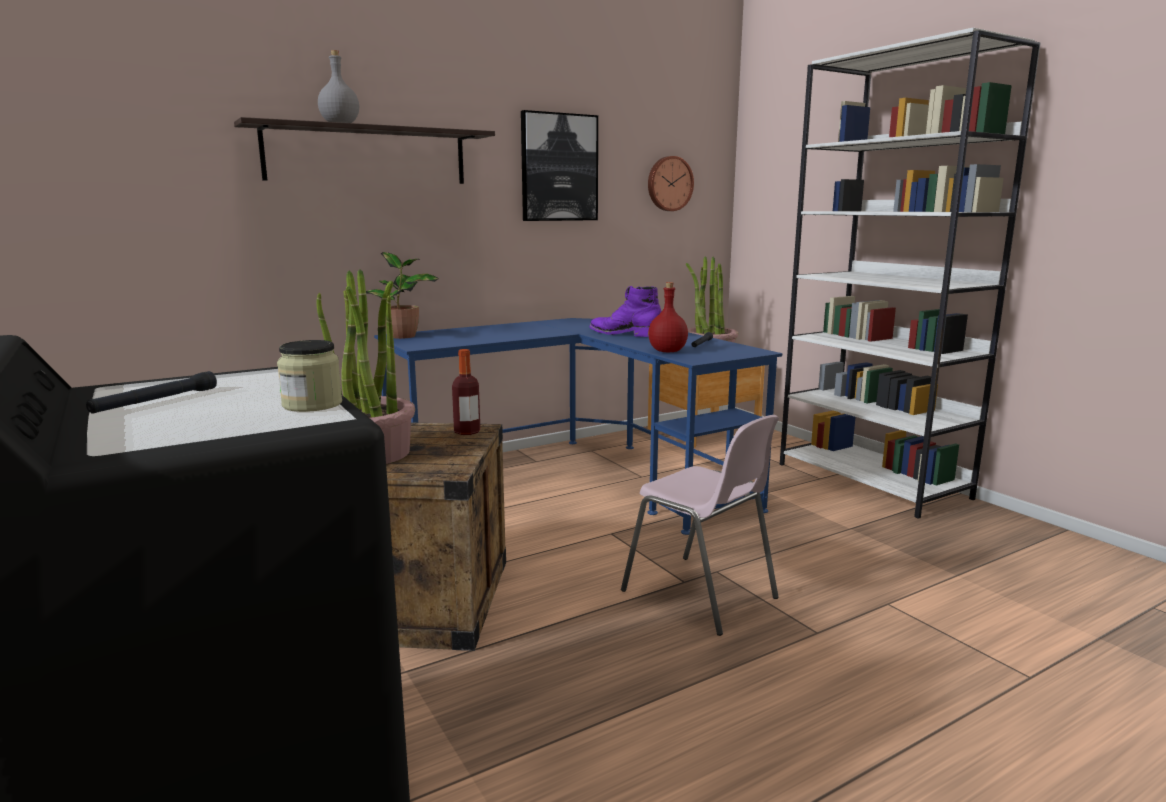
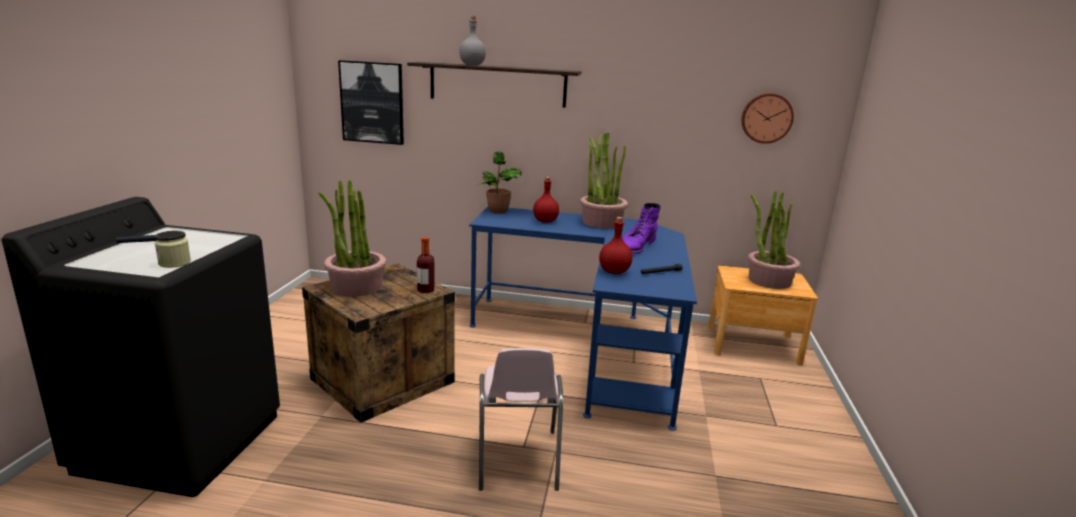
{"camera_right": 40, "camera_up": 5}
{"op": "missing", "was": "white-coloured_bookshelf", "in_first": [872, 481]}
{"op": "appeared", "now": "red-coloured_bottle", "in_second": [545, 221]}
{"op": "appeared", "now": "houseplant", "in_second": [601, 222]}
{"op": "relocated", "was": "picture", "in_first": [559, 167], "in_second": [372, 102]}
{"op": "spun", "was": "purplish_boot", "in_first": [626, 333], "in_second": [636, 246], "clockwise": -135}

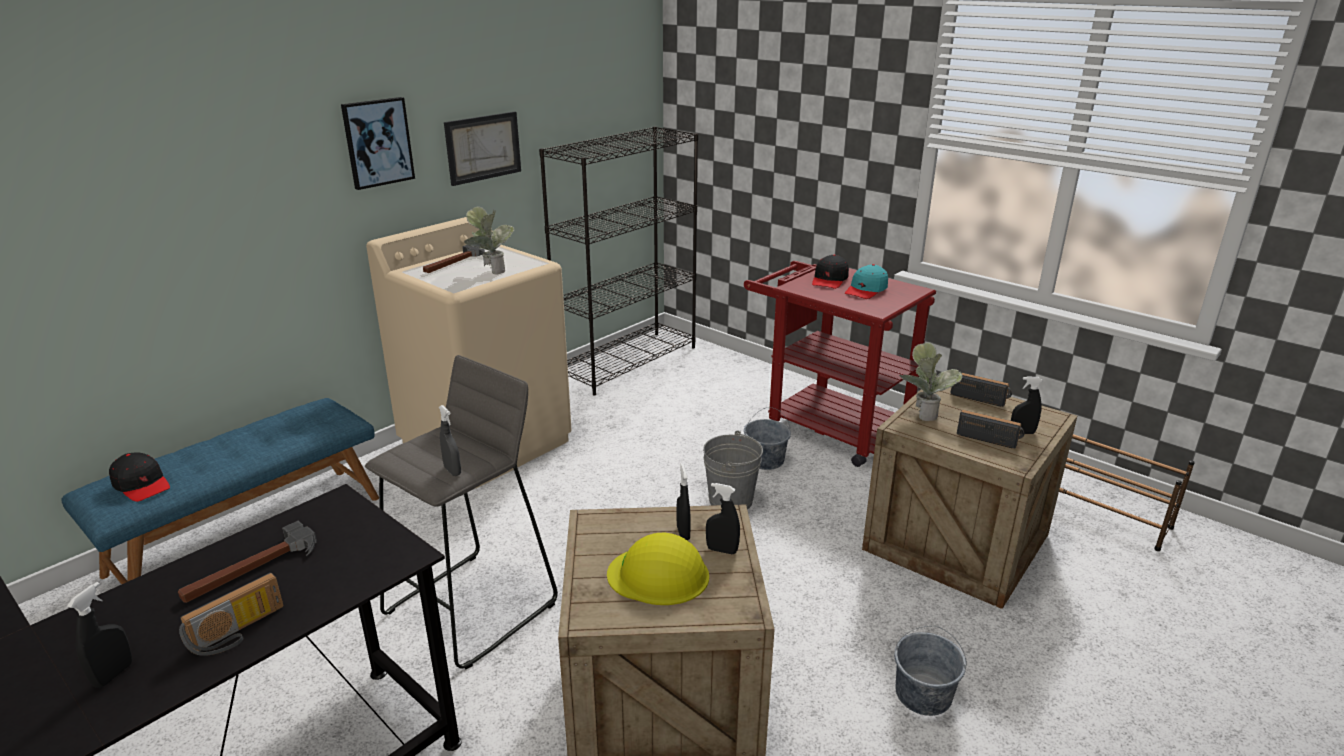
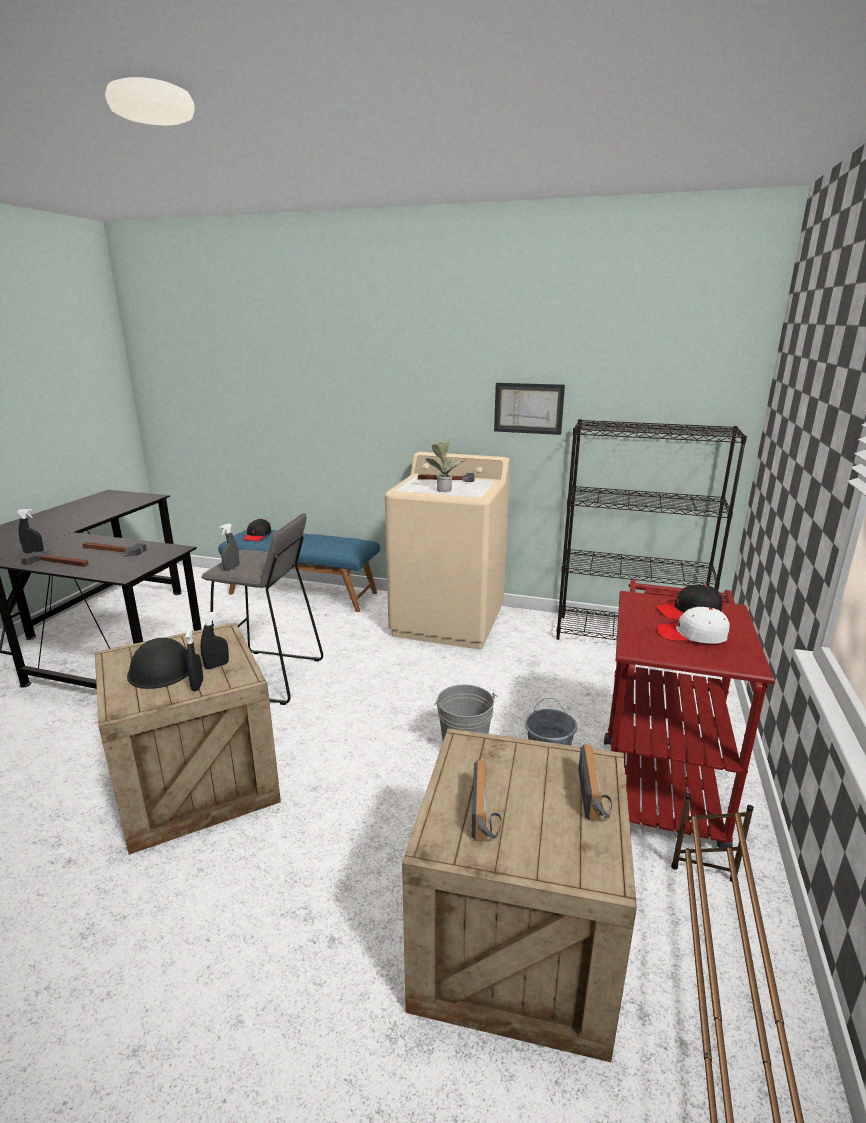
{"camera_right": 65, "camera_up": -5}
{"op": "missing", "was": "picture", "in_first": [377, 142]}
{"op": "missing", "was": "grey_bucket", "in_first": [922, 694]}
{"op": "missing", "was": "houseplant", "in_first": [923, 413]}
{"op": "missing", "was": "black-coloured_spray_bottle", "in_first": [1022, 432]}
{"op": "exchanged", "was": "radio", "now": "hand_hammer", "in_first": [239, 632], "in_second": [59, 563]}
{"op": "colour", "was": "yellow-coloured_safety_helmet", "now": "black-coloured_safety_helmet", "in_first": [659, 575], "in_second": [161, 668]}
{"op": "colour", "was": "blue-green_peaked_cap", "now": "white-coloured_peaked_cap", "in_first": [866, 290], "in_second": [692, 635]}

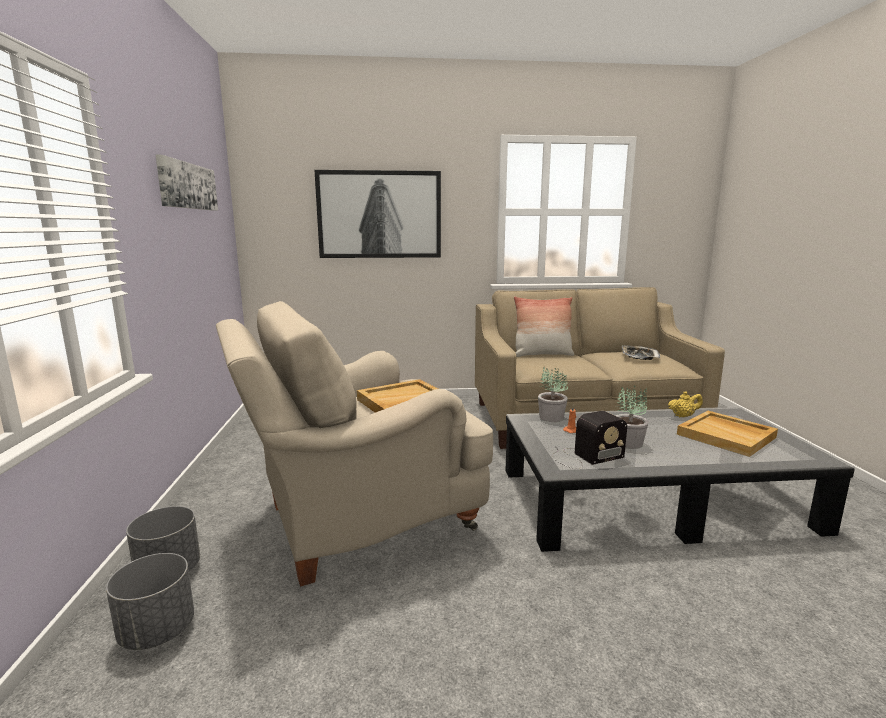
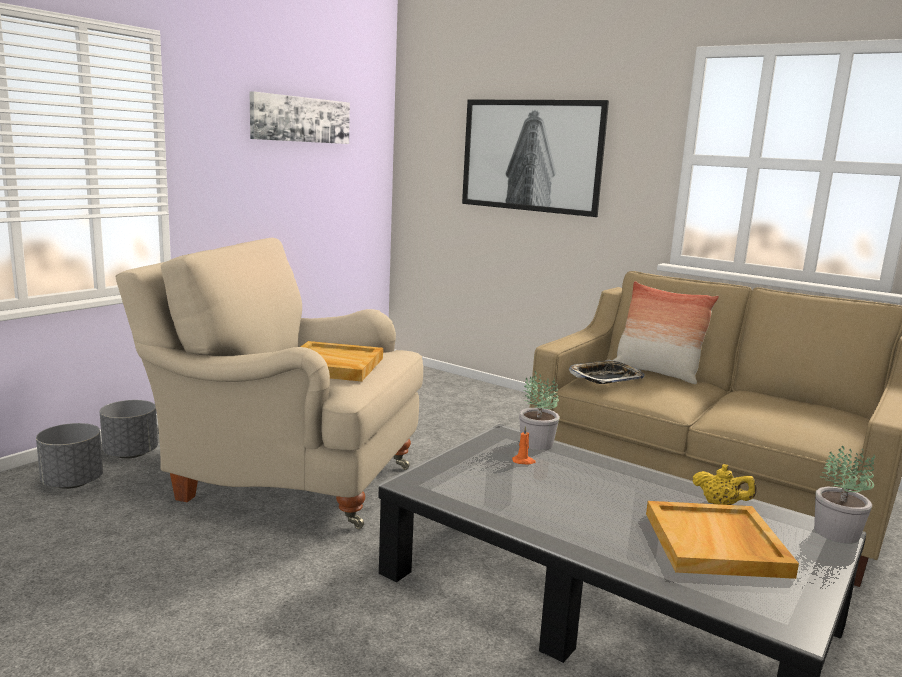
{"camera_right": 40, "camera_up": 0}
{"op": "missing", "was": "radio", "in_first": [584, 457]}
{"op": "relocated", "was": "houseplant", "in_first": [628, 443], "in_second": [837, 533]}
{"op": "relocated", "was": "serving_tray", "in_first": [639, 356], "in_second": [605, 378]}

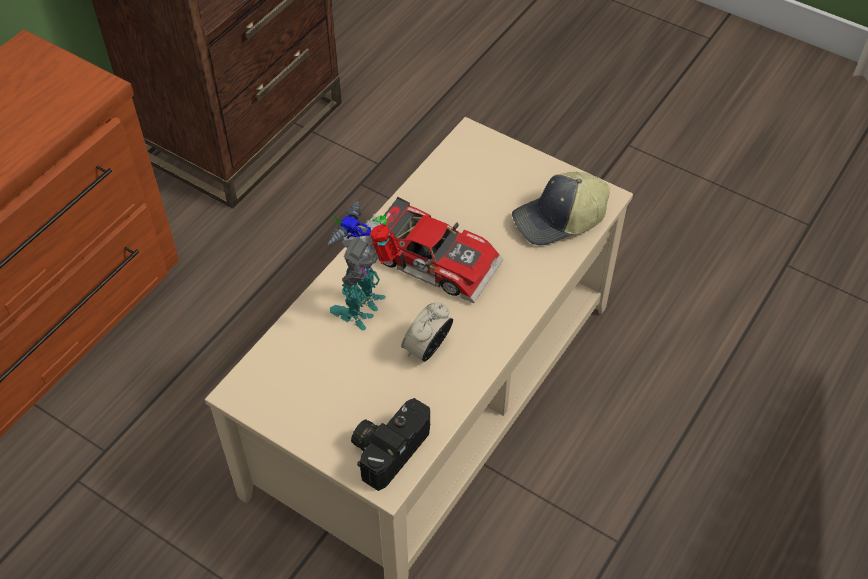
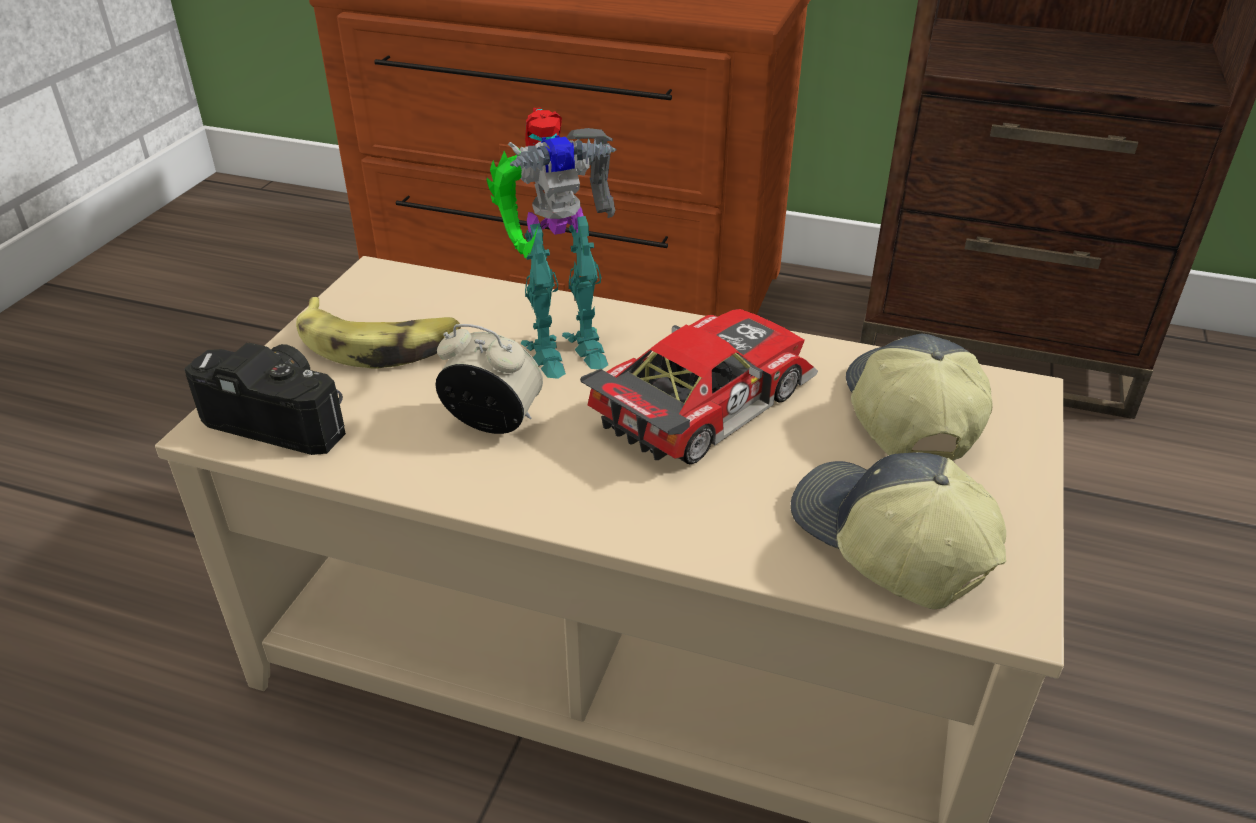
{"camera_right": 75, "camera_up": -15}
{"op": "appeared", "now": "banana_fruit", "in_second": [380, 344]}
{"op": "appeared", "now": "peaked_cap", "in_second": [907, 415]}
{"op": "spun", "was": "robot_figure", "in_first": [364, 306], "in_second": [560, 346], "clockwise": 150}
{"op": "spun", "was": "model_car", "in_first": [436, 258], "in_second": [697, 400], "clockwise": -150}

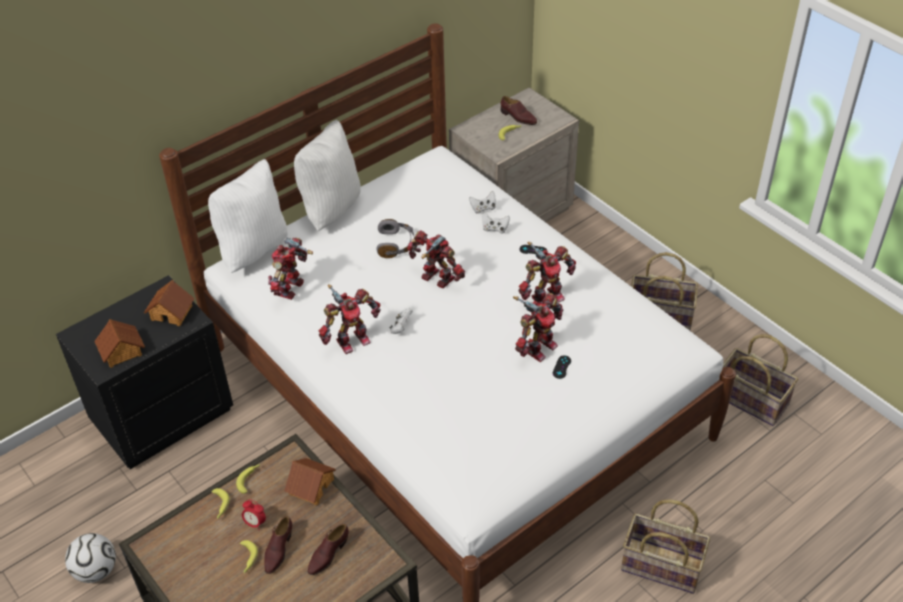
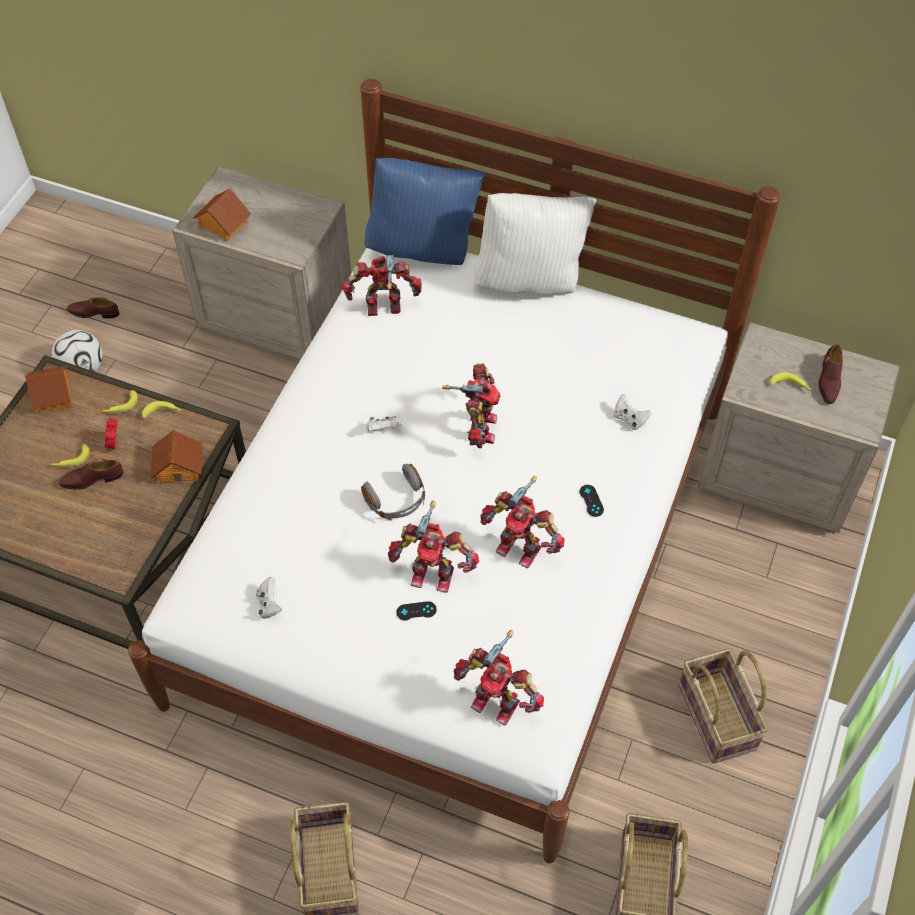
{"camera_right": 60, "camera_up": 10}
{"op": "relocated", "was": "miniature_house", "in_first": [172, 312], "in_second": [54, 395]}
{"op": "relocated", "was": "brown_low_shoe", "in_first": [328, 554], "in_second": [94, 312]}
{"op": "relocated", "was": "robot_figure", "in_first": [351, 340], "in_second": [497, 701]}
{"op": "relocated", "was": "grey_headphones", "in_first": [396, 244], "in_second": [397, 501]}
{"op": "relocated", "was": "white-coloured_gamepad", "in_first": [495, 229], "in_second": [269, 604]}
{"op": "colour", "was": "black-coloured_night_table", "now": "beige_night_table", "in_first": [161, 415], "in_second": [278, 316]}
{"op": "colour", "was": "white-coloured_throw_pillow", "now": "blue_throw_pillow", "in_first": [253, 249], "in_second": [423, 248]}

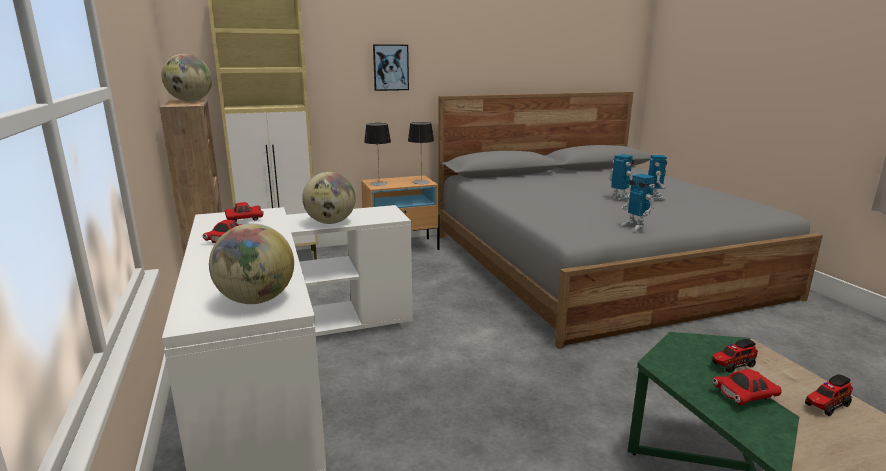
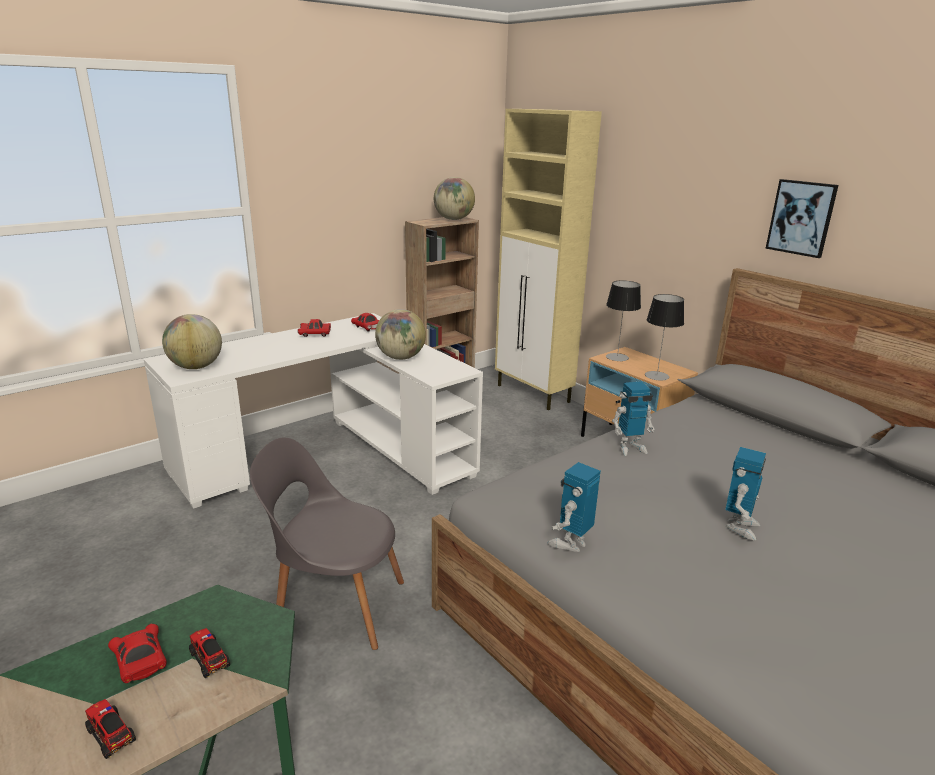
{"camera_right": 70, "camera_up": 5}
{"op": "appeared", "now": "grey_upright_chair", "in_second": [336, 605]}
{"op": "relocated", "was": "picture", "in_first": [390, 67], "in_second": [801, 218]}
{"op": "relocated", "was": "robot_figure", "in_first": [655, 198], "in_second": [630, 448]}

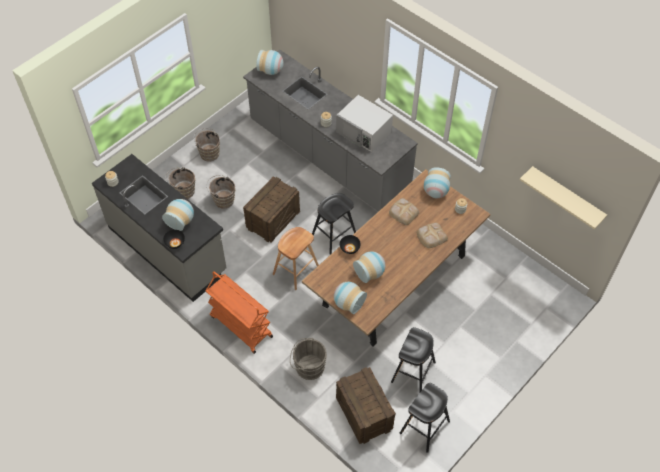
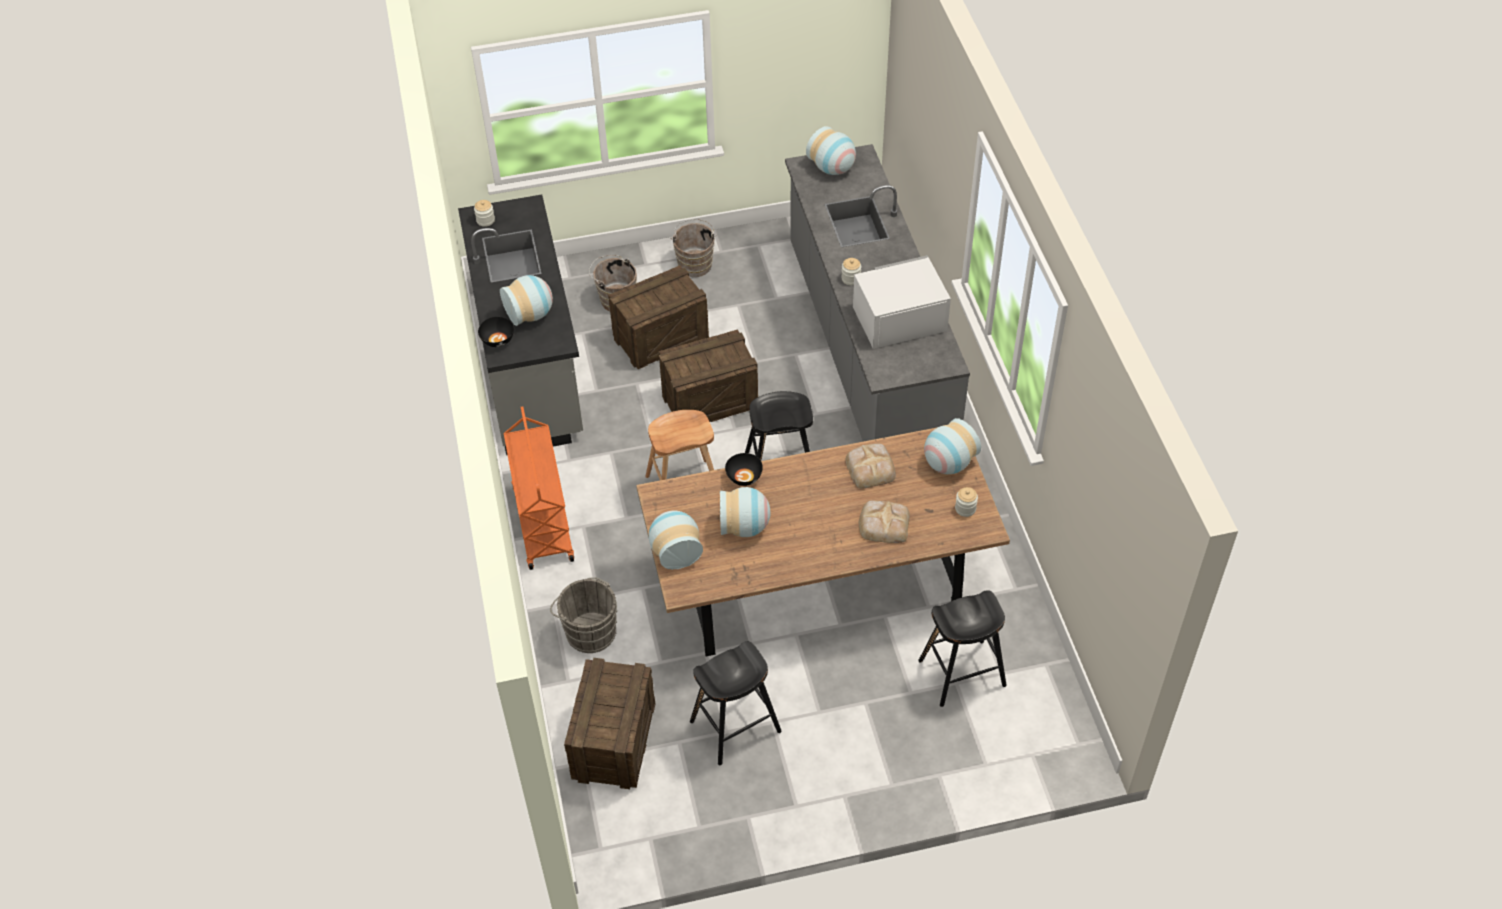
{"camera_right": 35, "camera_up": -5}
{"op": "missing", "was": "beige_wall_shelf", "in_first": [566, 196]}
{"op": "relocated", "was": "black-coloured_stool", "in_first": [424, 427], "in_second": [962, 673]}
{"op": "exchanged", "was": "brown_bucket", "now": "packing_crate", "in_first": [222, 199], "in_second": [661, 337]}
{"op": "spun", "was": "white-coloured_kitchen_microwave", "in_first": [364, 132], "in_second": [898, 318], "clockwise": 90}

